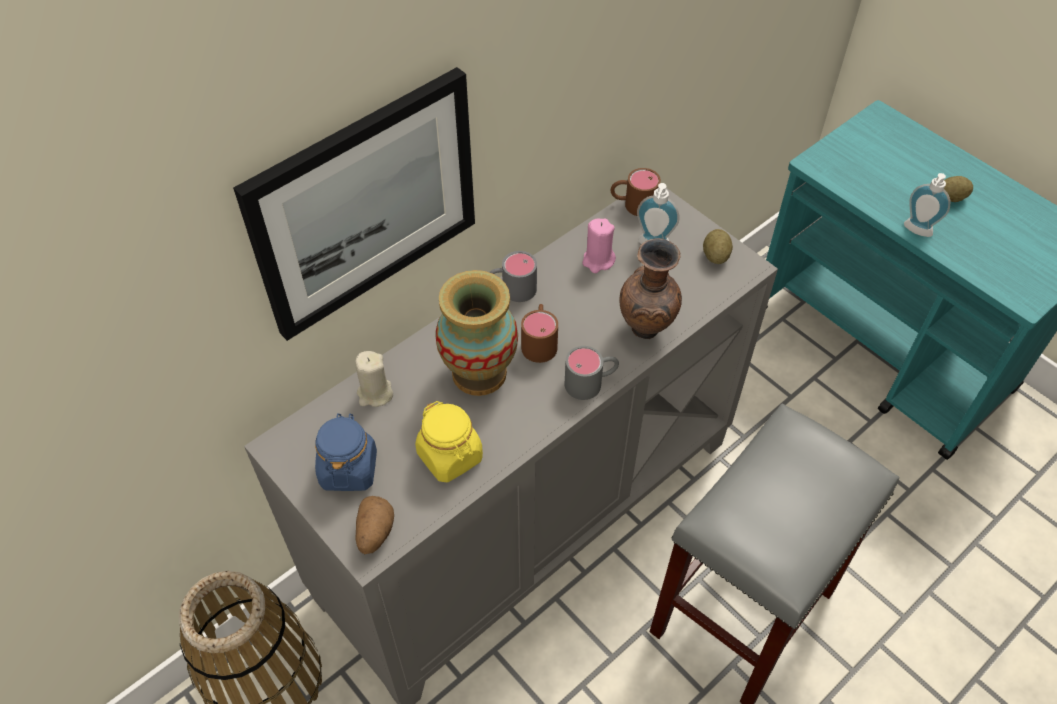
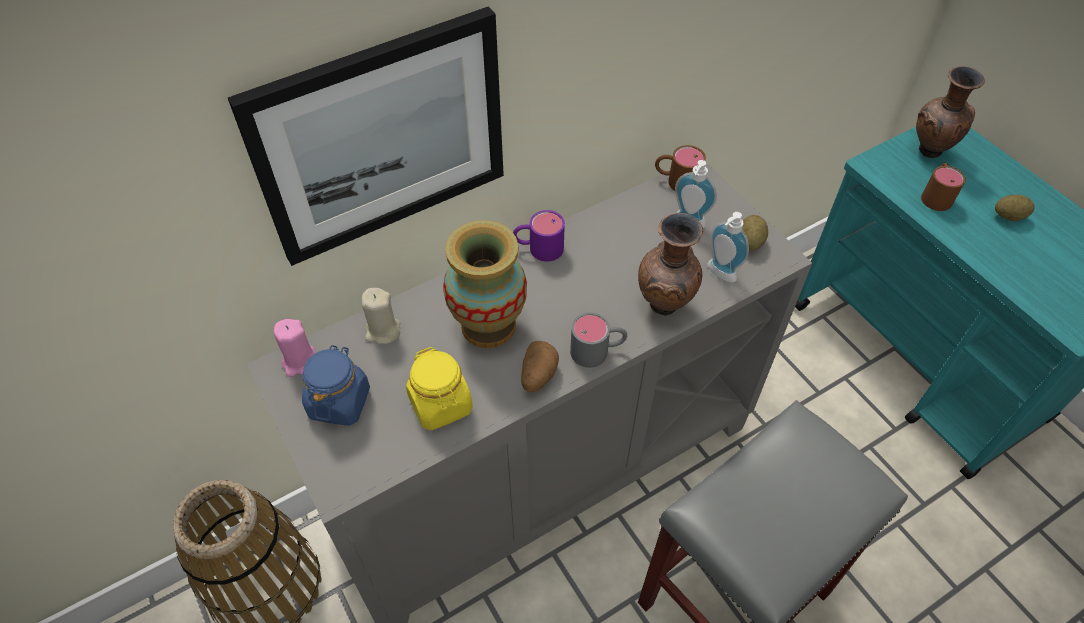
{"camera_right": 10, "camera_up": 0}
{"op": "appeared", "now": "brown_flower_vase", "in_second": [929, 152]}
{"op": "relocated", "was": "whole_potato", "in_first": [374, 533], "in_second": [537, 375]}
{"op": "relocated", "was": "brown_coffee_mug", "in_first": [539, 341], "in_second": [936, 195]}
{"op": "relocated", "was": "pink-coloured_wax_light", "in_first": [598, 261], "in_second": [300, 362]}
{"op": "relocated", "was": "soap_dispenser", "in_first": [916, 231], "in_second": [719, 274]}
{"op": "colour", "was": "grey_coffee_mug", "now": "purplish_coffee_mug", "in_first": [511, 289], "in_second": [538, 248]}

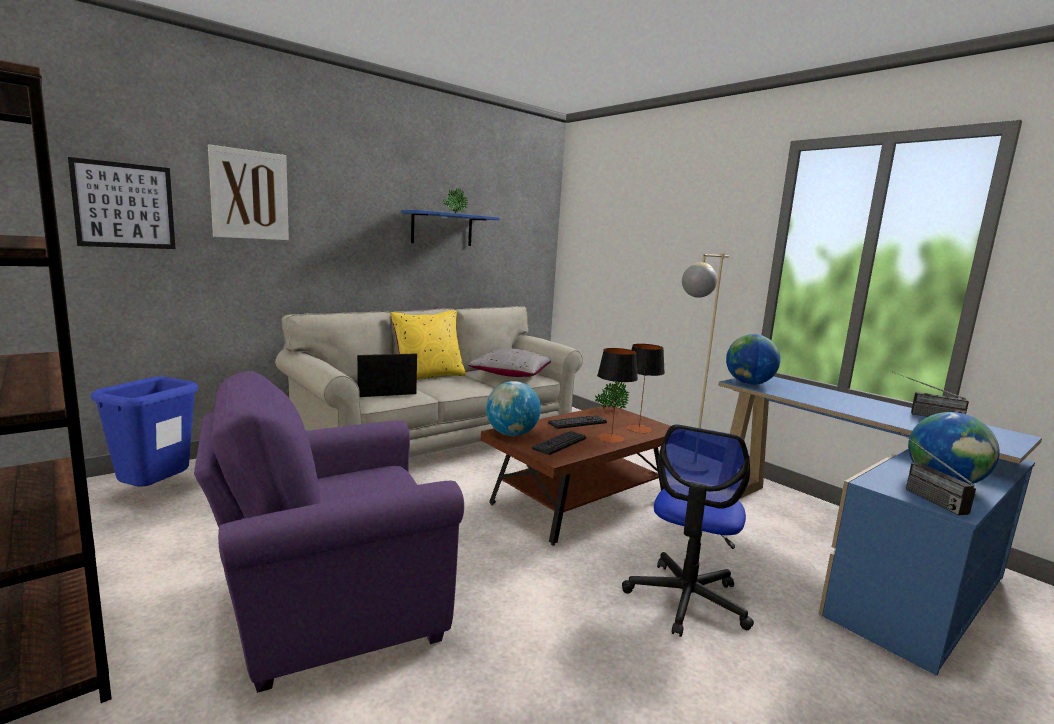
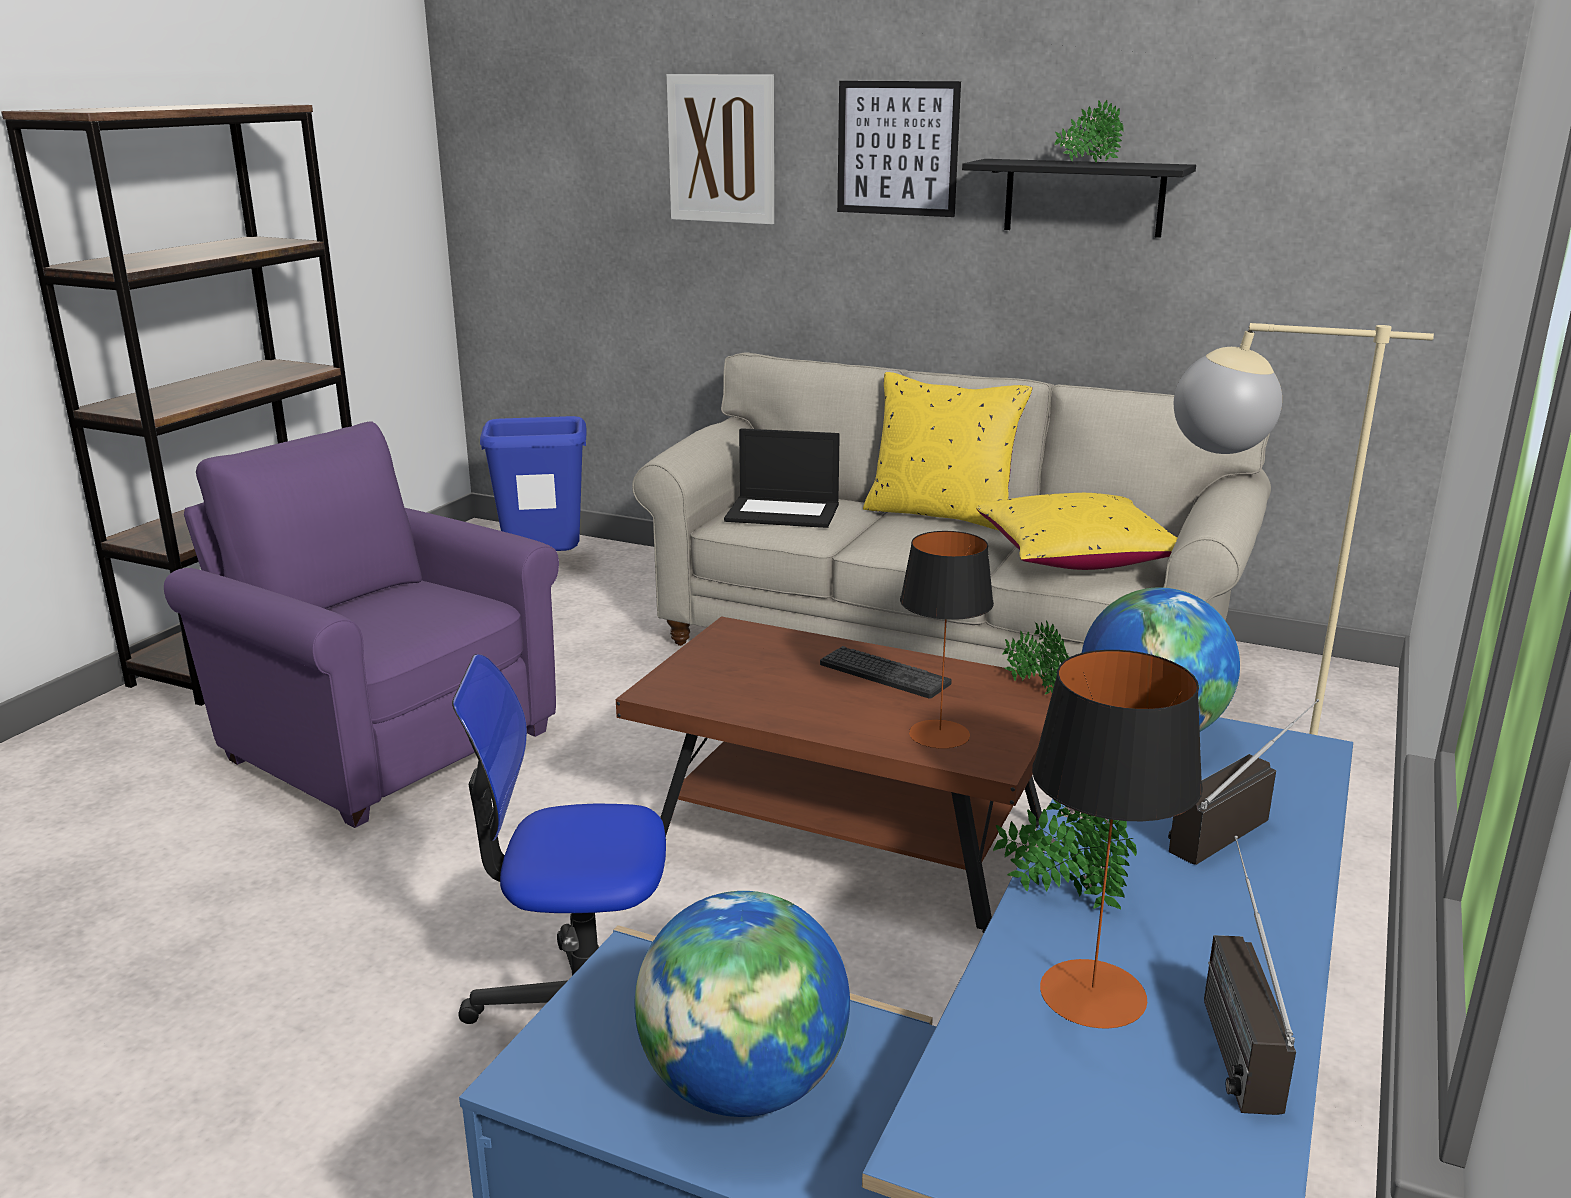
{"camera_right": 65, "camera_up": 10}
{"op": "missing", "was": "desk_globe", "in_first": [511, 434]}
{"op": "missing", "was": "PC_keyboard", "in_first": [560, 443]}
{"op": "appeared", "now": "houseplant", "in_second": [1061, 895]}
{"op": "relocated", "was": "picture", "in_first": [124, 205], "in_second": [897, 148]}
{"op": "relocated", "was": "tabletop_lamp", "in_first": [611, 438], "in_second": [1092, 994]}
{"op": "relocated", "was": "radio", "in_first": [920, 494], "in_second": [1235, 823]}
{"op": "colour", "was": "blue_wall_shelf", "now": "black-coloured_wall_shelf", "in_first": [442, 229], "in_second": [1084, 197]}
{"op": "colour", "was": "grey_throw_pillow", "now": "yellow-coloured_throw_pillow", "in_first": [511, 374], "in_second": [1076, 556]}
{"op": "spun", "was": "notebook_computer", "in_first": [383, 391], "in_second": [784, 512], "clockwise": 150}

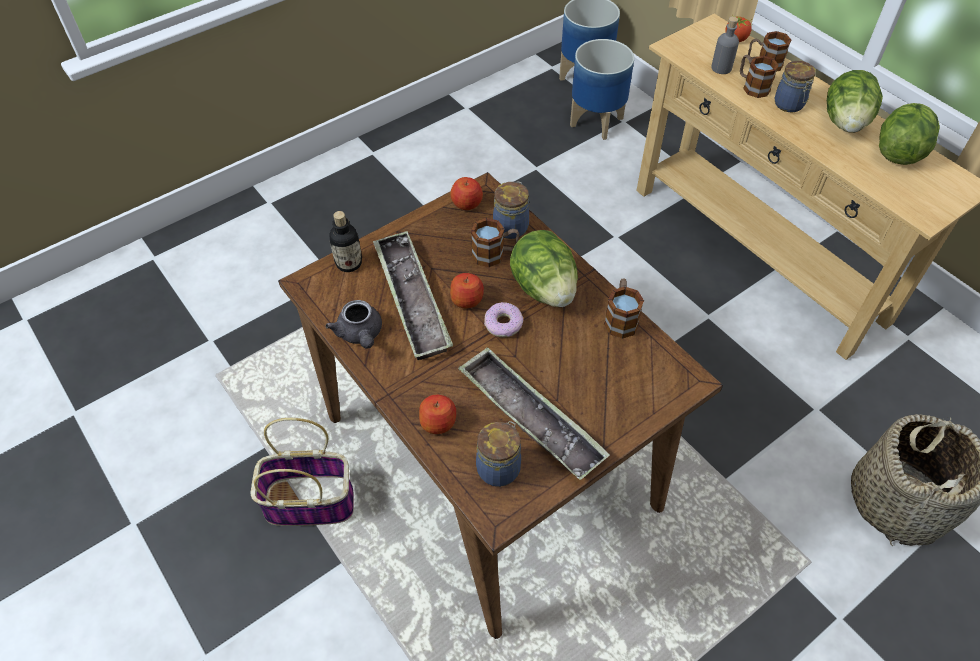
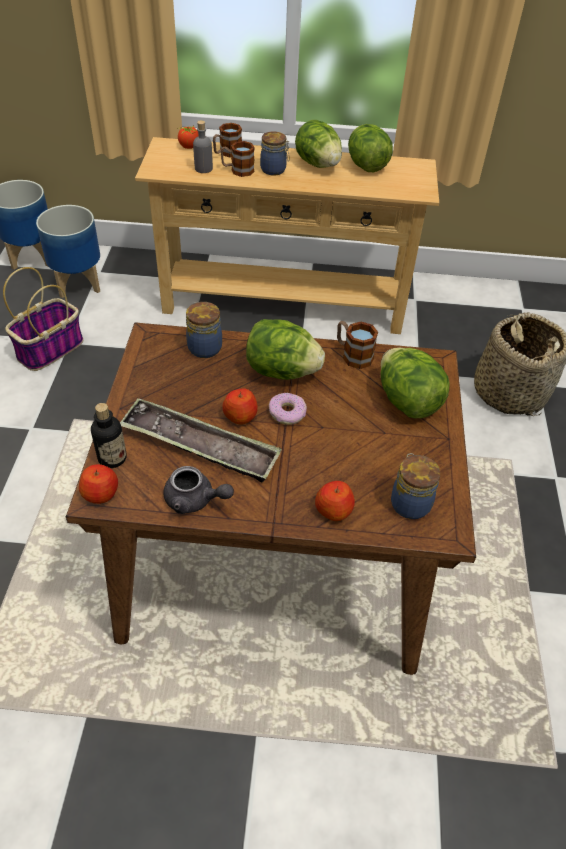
{"camera_right": -50, "camera_up": -5}
{"op": "missing", "was": "serving_tray", "in_first": [530, 417]}
{"op": "missing", "was": "coffee_mug", "in_first": [495, 254]}
{"op": "appeared", "now": "lettuce", "in_second": [407, 401]}
{"op": "relocated", "was": "storage_basket", "in_first": [311, 501], "in_second": [50, 348]}
{"op": "relocated", "was": "whole_apple", "in_first": [467, 203], "in_second": [101, 493]}

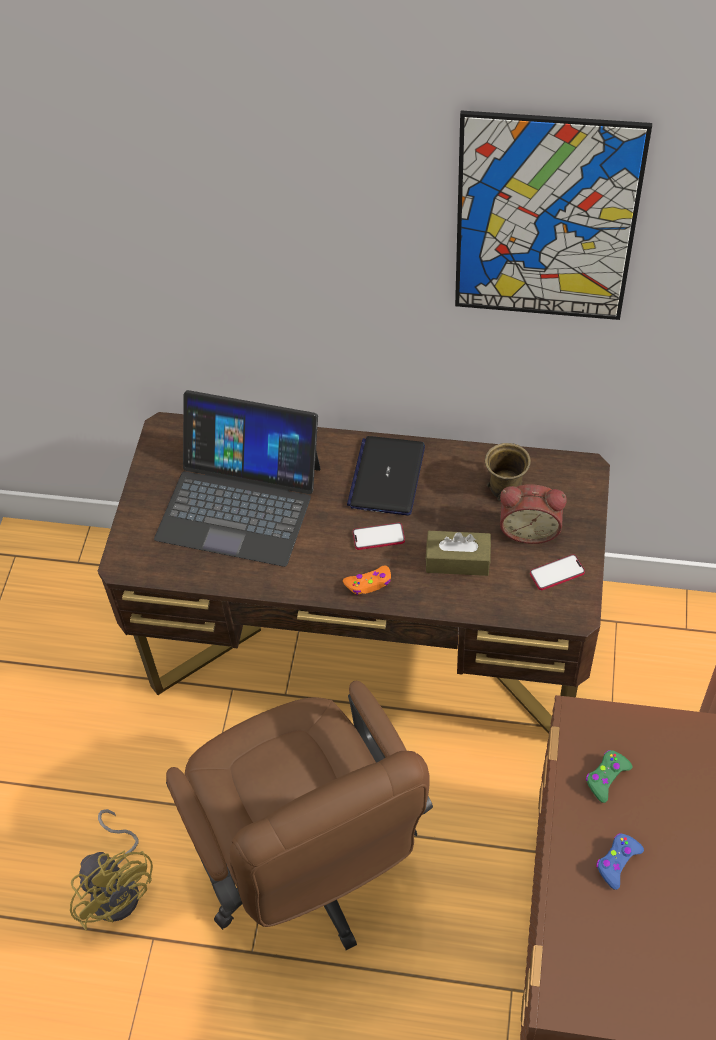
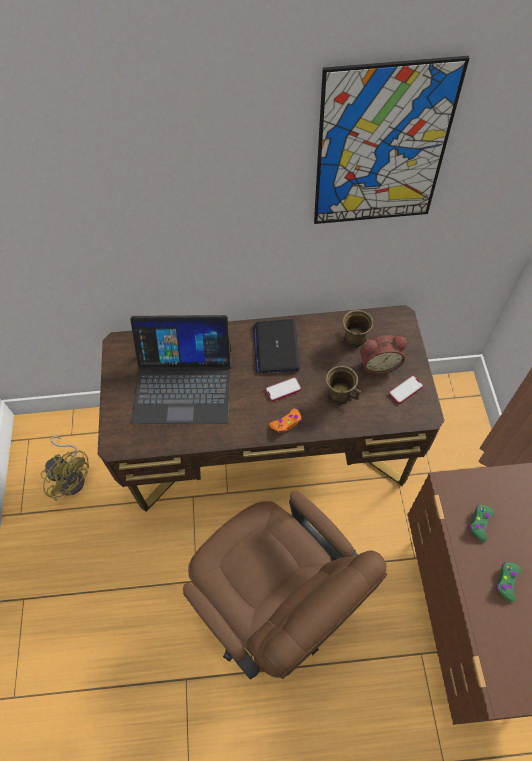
{"camera_right": -15, "camera_up": 5}
{"op": "relocated", "was": "yellow-coloured_electric_fan", "in_first": [119, 887], "in_second": [72, 476]}
{"op": "exchanged", "was": "brown_box_of_tissues", "now": "brown_coffee_mug", "in_first": [457, 560], "in_second": [339, 395]}
{"op": "colour", "was": "blue_gamepad", "now": "green-coloured_gamepad", "in_first": [617, 862], "in_second": [506, 581]}

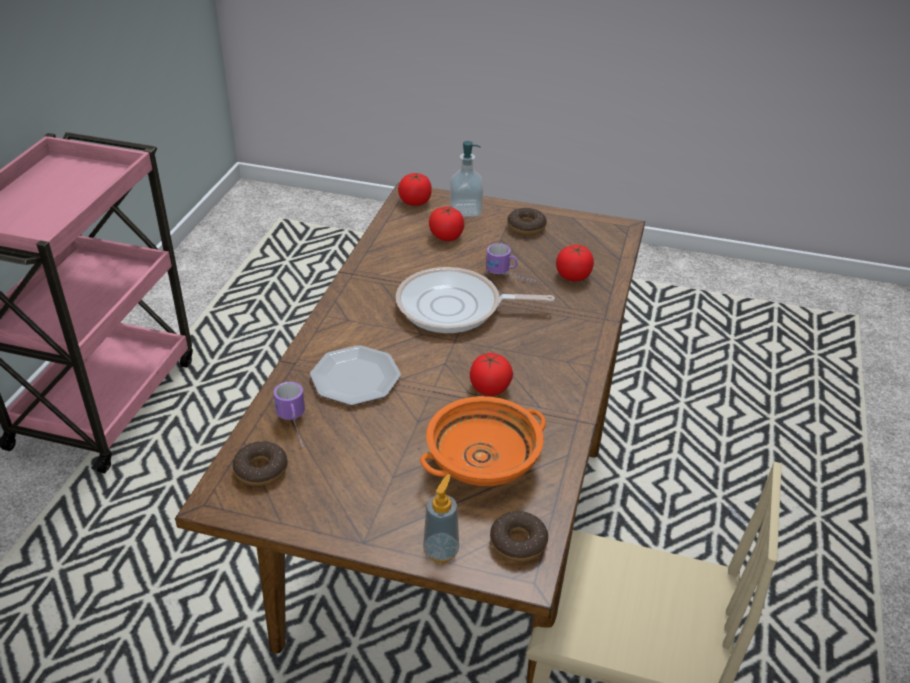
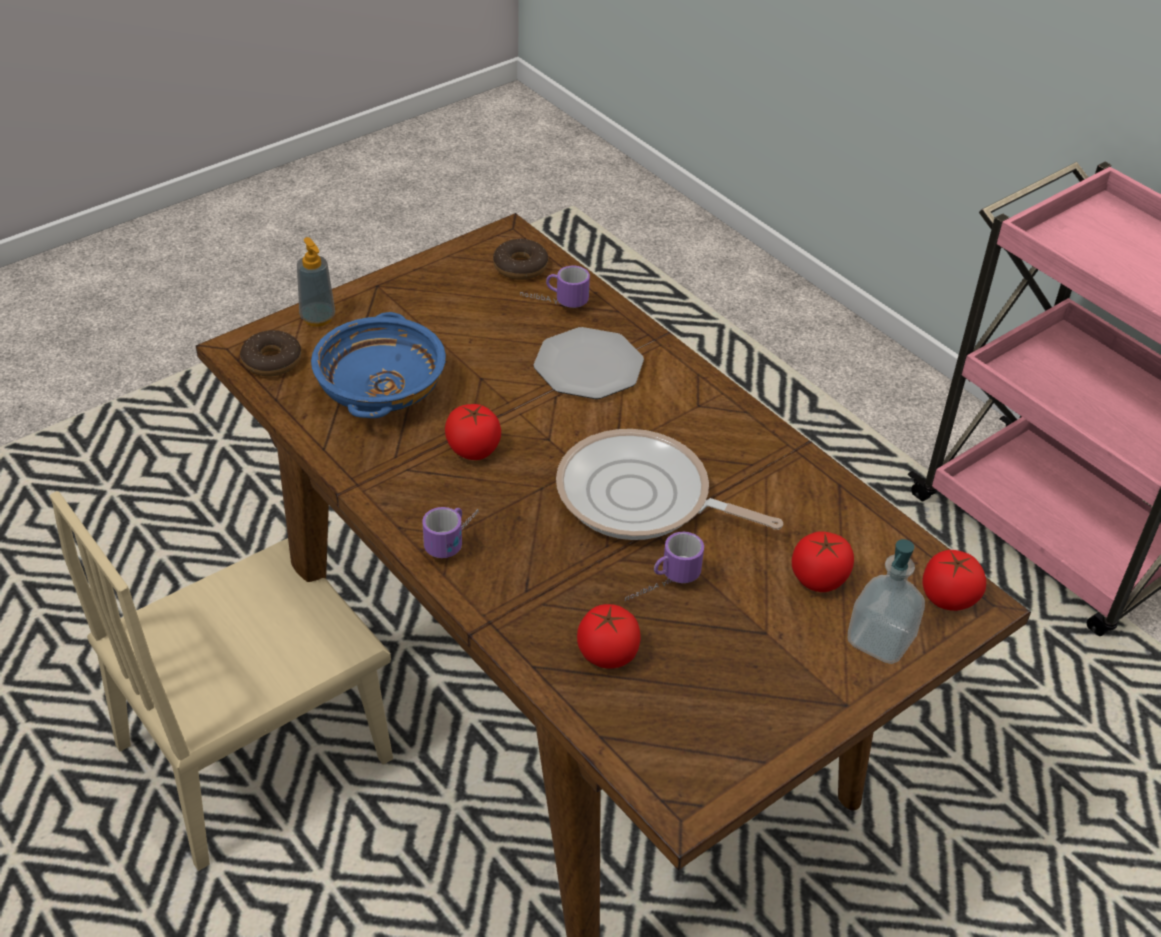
{"camera_right": 125, "camera_up": 5}
{"op": "missing", "was": "donut", "in_first": [526, 227]}
{"op": "appeared", "now": "coffee_mug", "in_second": [456, 539]}
{"op": "colour", "was": "orangey_serving_bowl", "now": "blue_serving_bowl", "in_first": [483, 462], "in_second": [380, 389]}
{"op": "spun", "was": "skillet", "in_first": [455, 308], "in_second": [641, 499], "clockwise": -105}

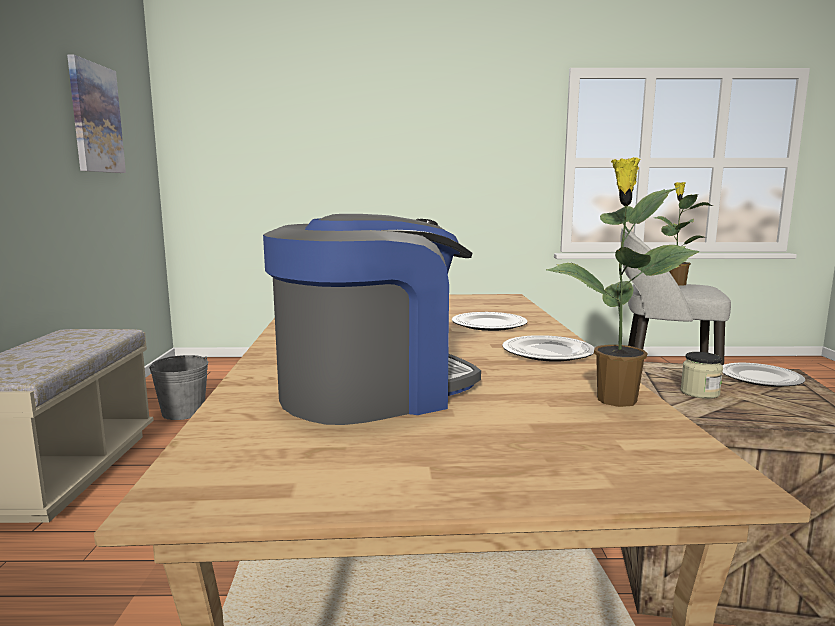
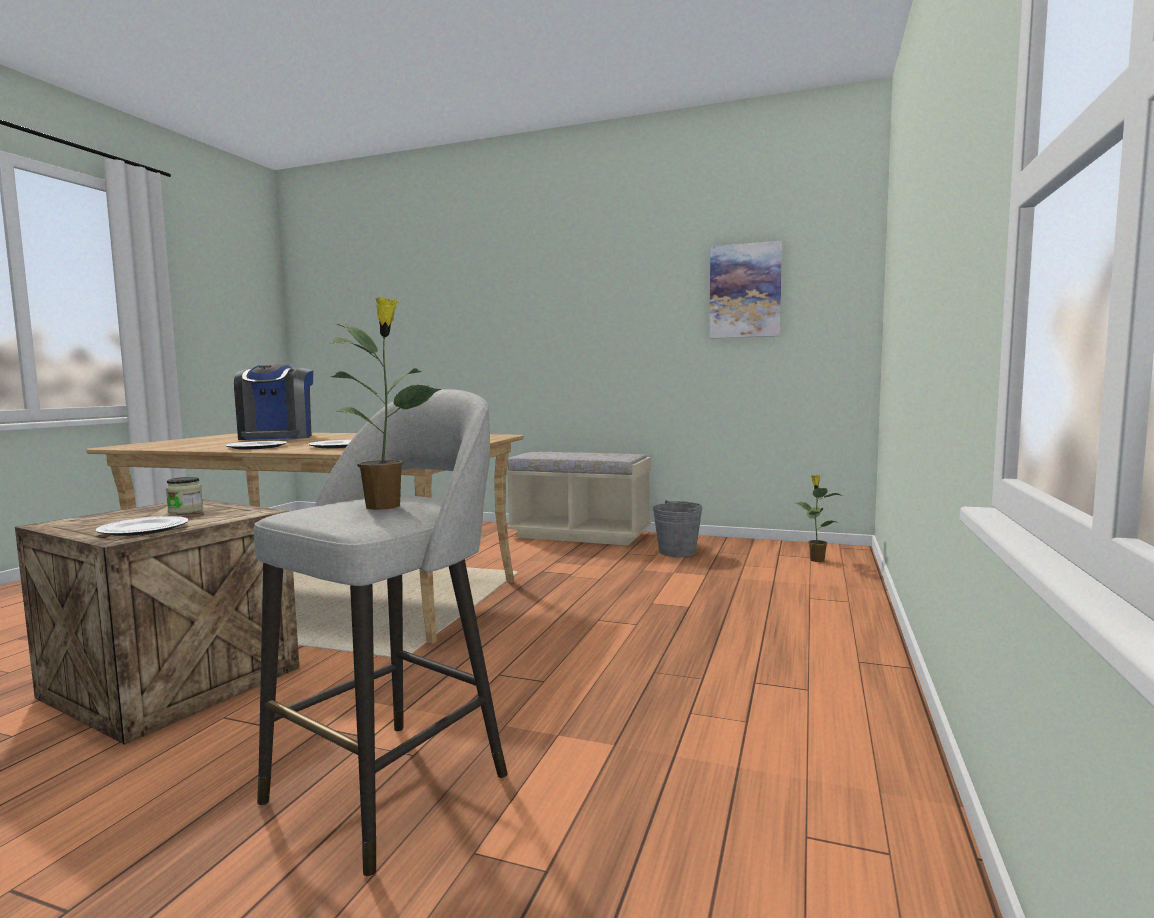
{"camera_right": 110, "camera_up": -5}
{"op": "relocated", "was": "houseplant", "in_first": [615, 400], "in_second": [816, 560]}

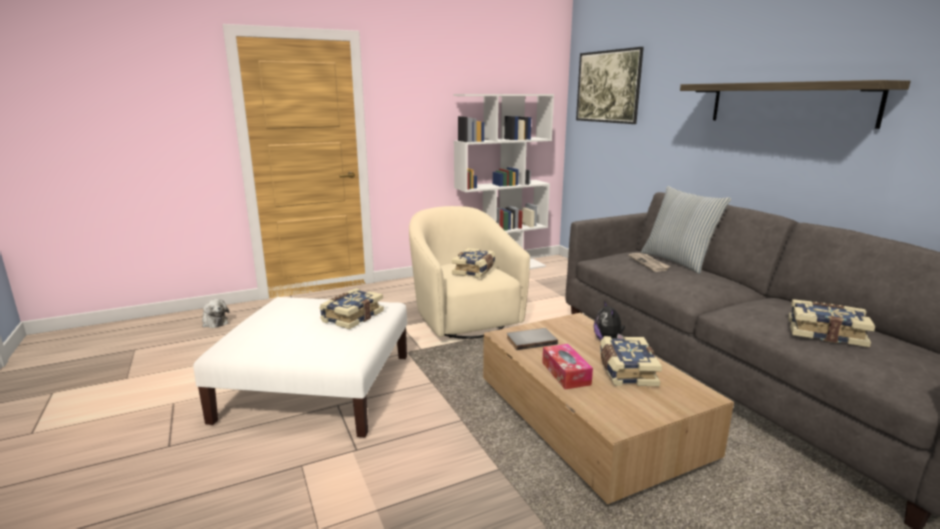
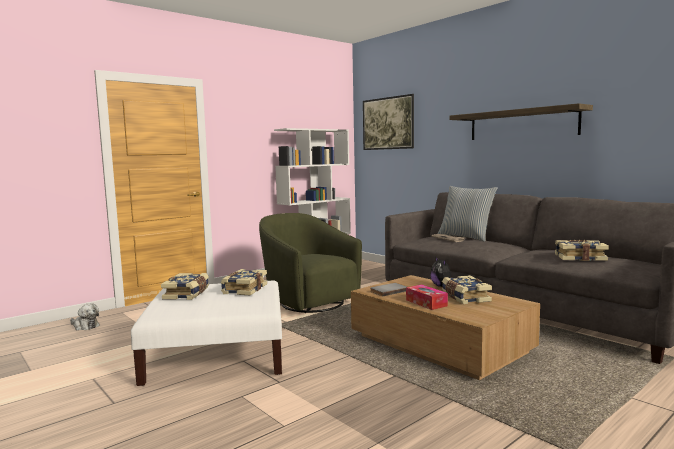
{"camera_right": -15, "camera_up": -10}
{"op": "relocated", "was": "volume", "in_first": [475, 270], "in_second": [187, 294]}
{"op": "colour", "was": "beige_armchair", "now": "green-coloured_armchair", "in_first": [464, 319], "in_second": [308, 301]}

